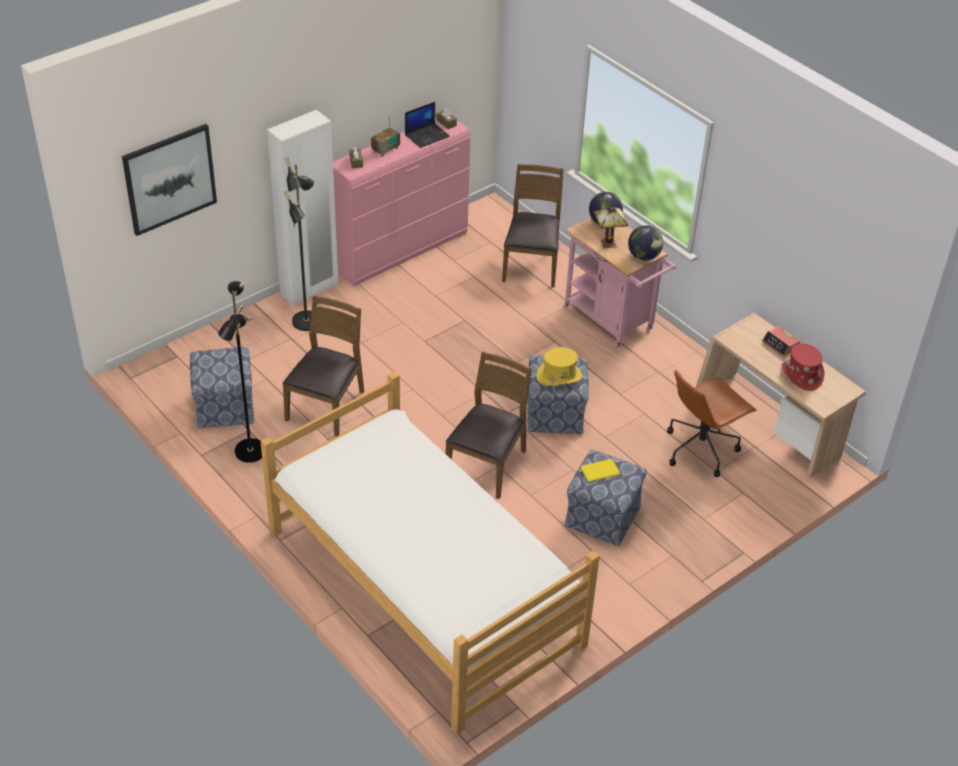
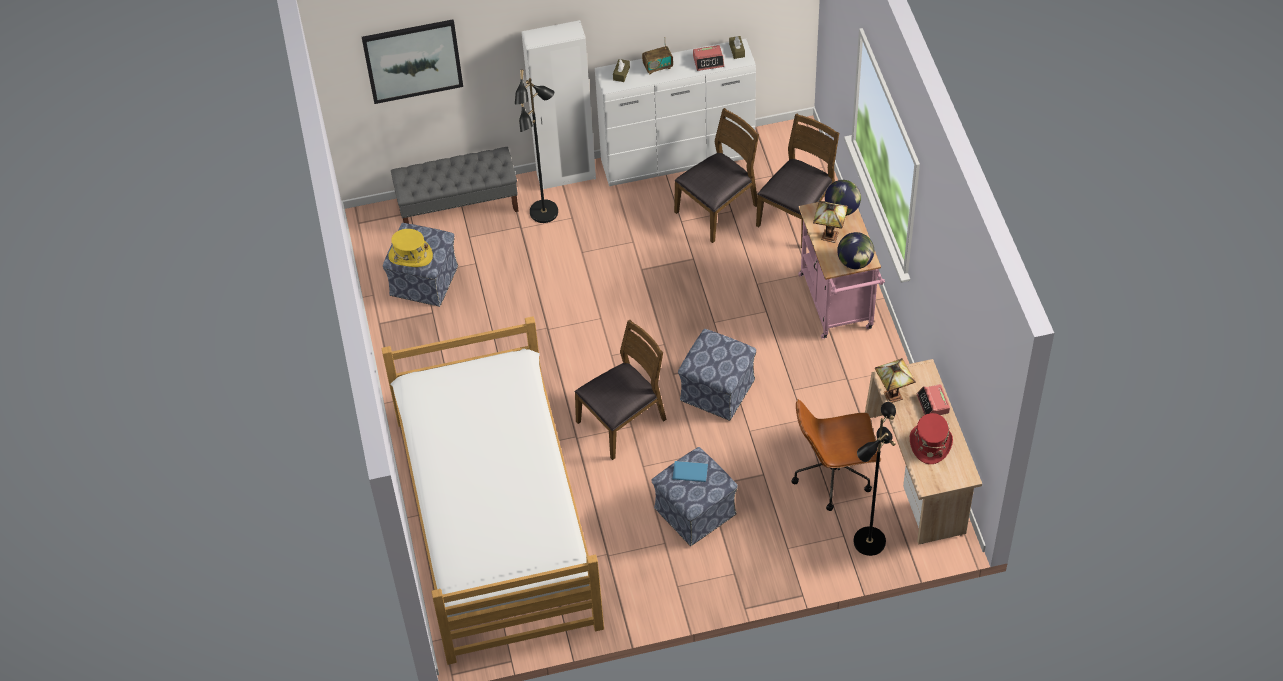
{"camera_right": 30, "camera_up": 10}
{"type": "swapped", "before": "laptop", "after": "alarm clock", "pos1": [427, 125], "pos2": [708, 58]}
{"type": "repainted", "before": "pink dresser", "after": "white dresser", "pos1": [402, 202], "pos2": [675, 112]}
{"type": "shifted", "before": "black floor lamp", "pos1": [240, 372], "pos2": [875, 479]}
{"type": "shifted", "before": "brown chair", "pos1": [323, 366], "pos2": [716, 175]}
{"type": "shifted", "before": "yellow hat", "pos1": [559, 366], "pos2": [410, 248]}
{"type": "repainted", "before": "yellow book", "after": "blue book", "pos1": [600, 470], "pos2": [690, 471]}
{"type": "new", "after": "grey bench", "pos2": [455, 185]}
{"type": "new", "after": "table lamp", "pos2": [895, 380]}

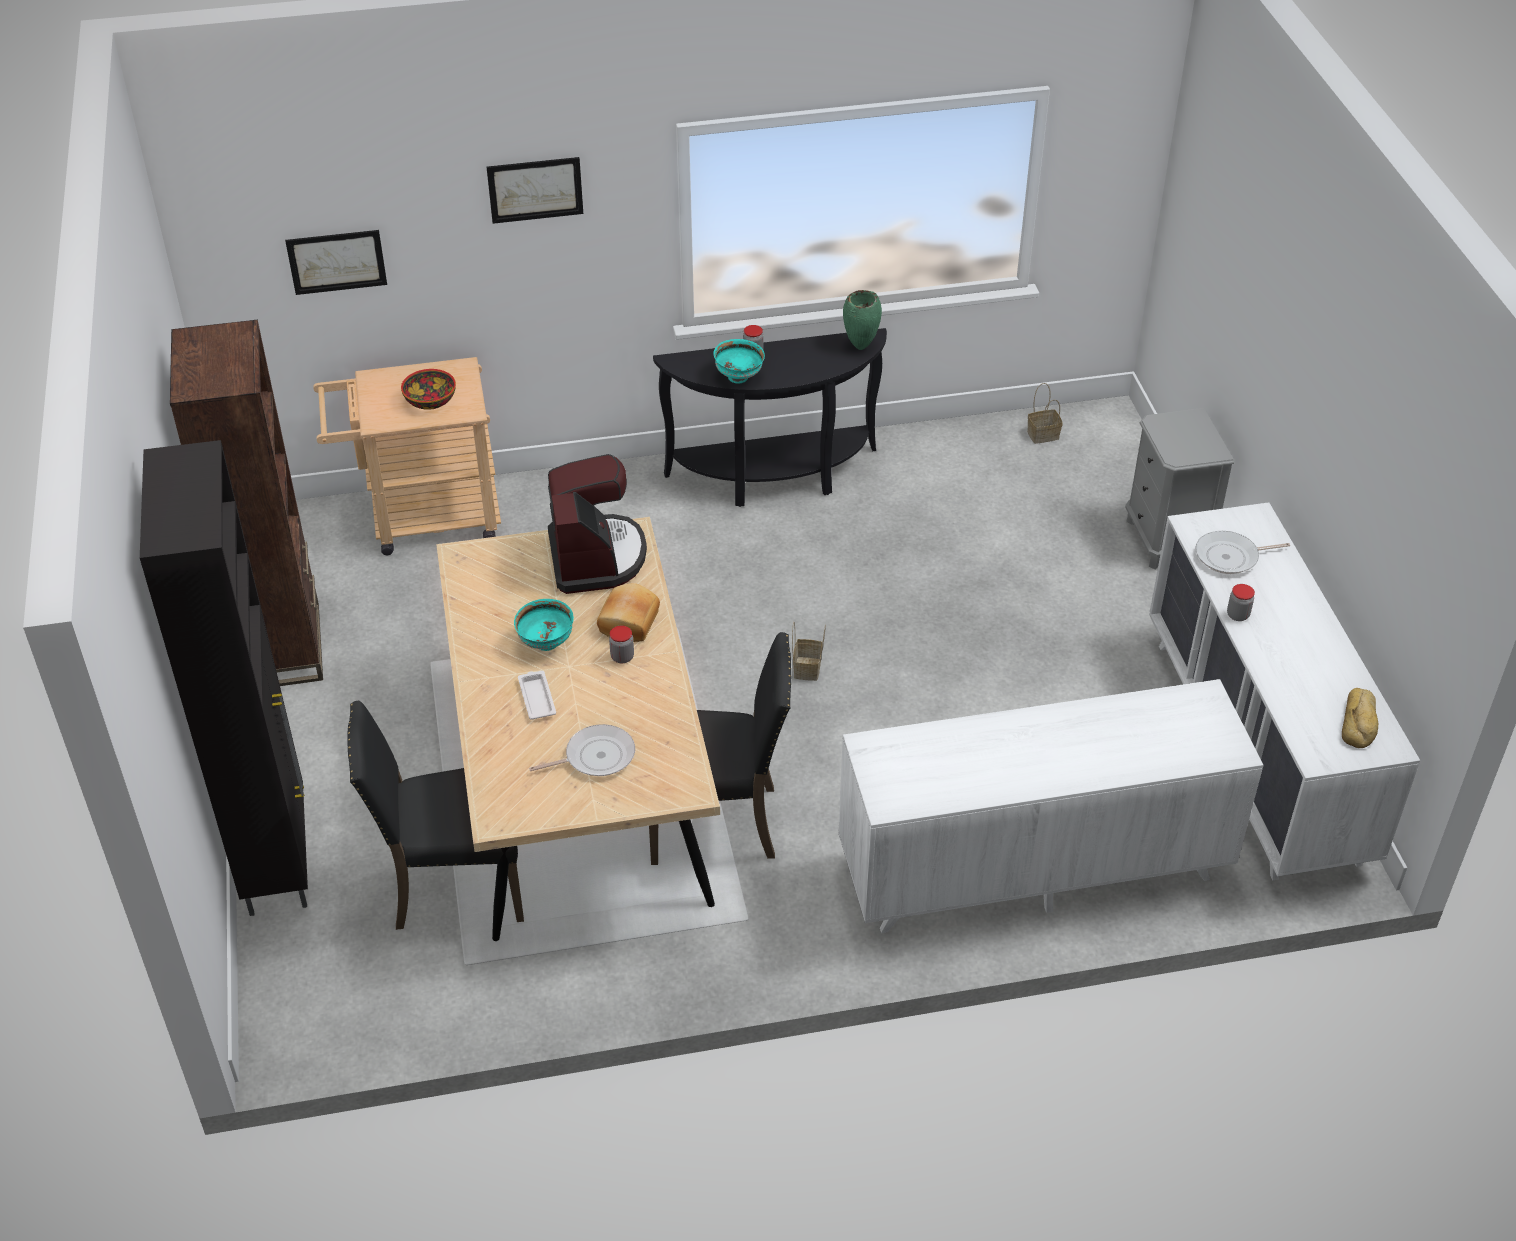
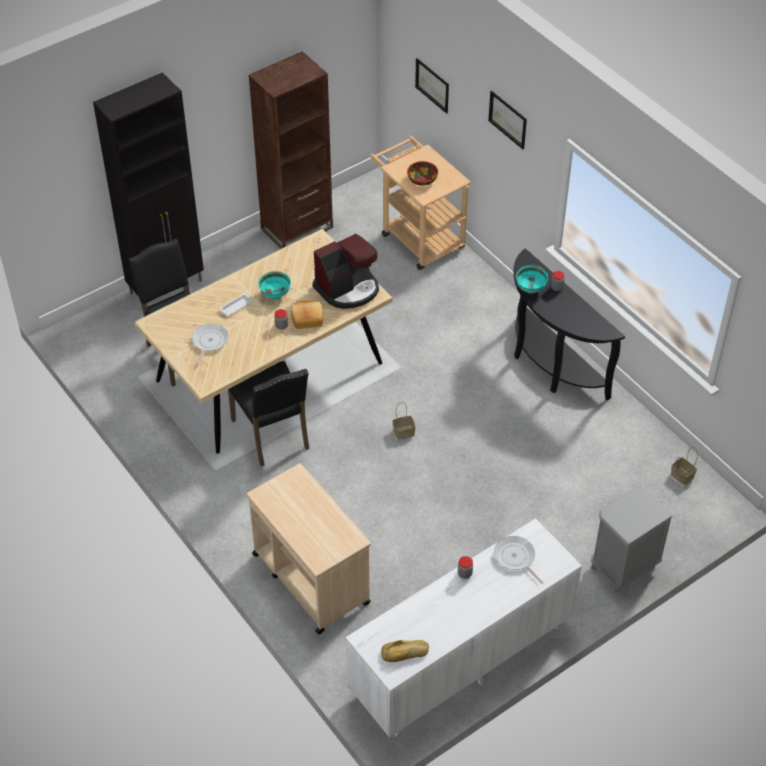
{"camera_right": 65, "camera_up": 5}
{"type": "gone", "before": "green vase", "pos1": [862, 320]}
{"type": "swapped", "before": "white dresser", "after": "beige cart", "pos1": [1051, 806], "pos2": [309, 548]}
{"type": "rotated", "before": "frying pan", "pos1": [582, 750], "pos2": [210, 345], "turn": -120}

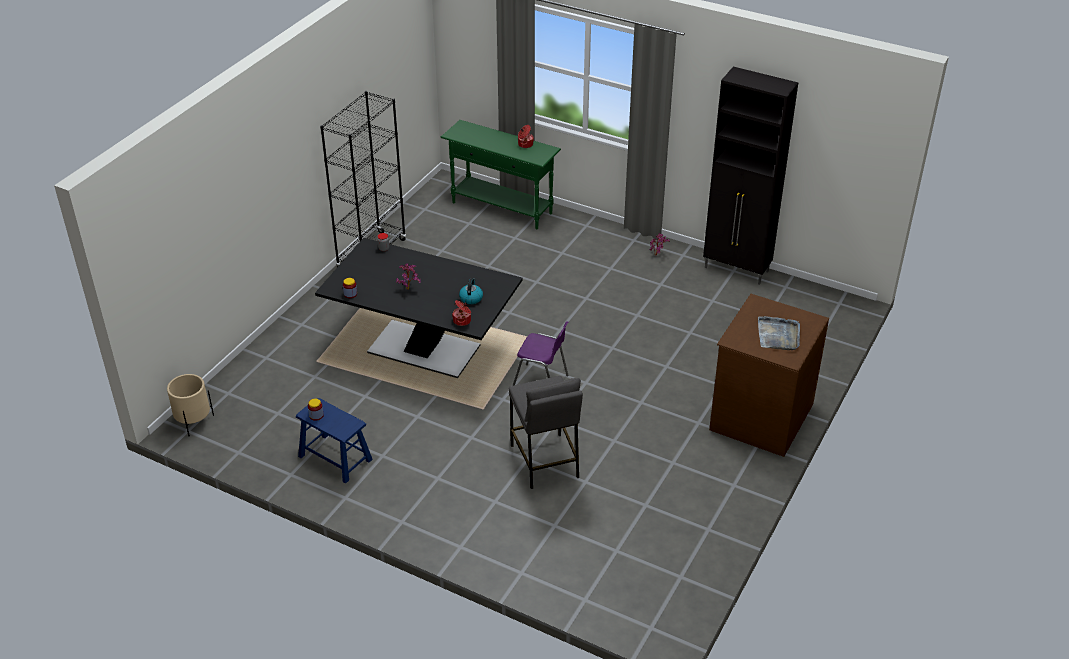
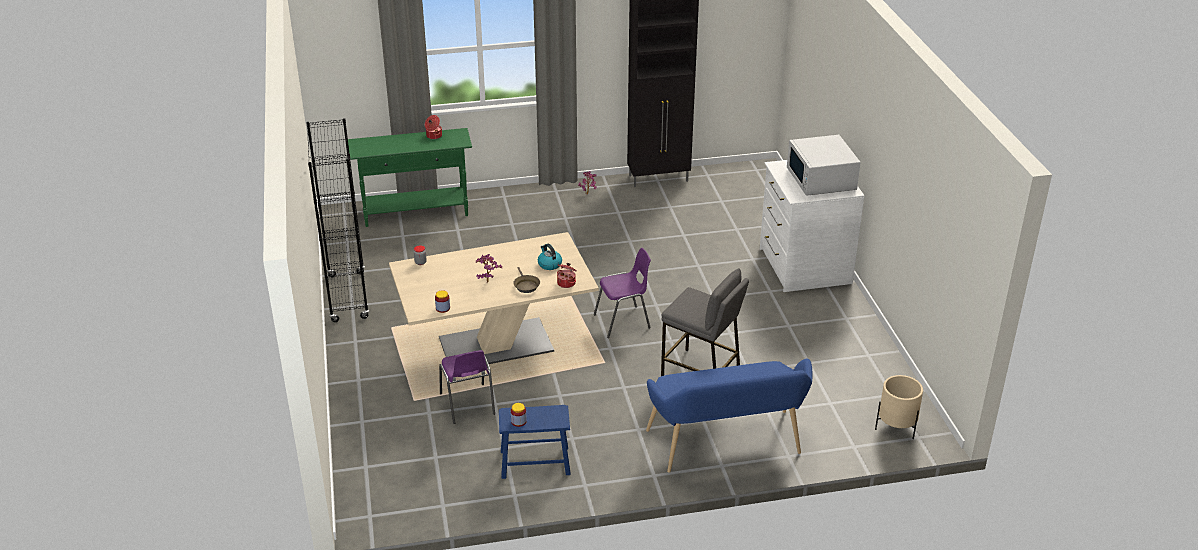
{"camera_right": -40, "camera_up": -5}
{"type": "repainted", "before": "black dining table", "after": "beige dining table", "pos1": [419, 308], "pos2": [494, 298]}
{"type": "repainted", "before": "brown dresser", "after": "white dresser", "pos1": [769, 375], "pos2": [812, 226]}
{"type": "swapped", "before": "grey tray", "after": "white microwave", "pos1": [779, 333], "pos2": [824, 165]}
{"type": "shifted", "before": "beige planter", "pos1": [190, 405], "pos2": [899, 407]}
{"type": "new", "after": "brown frying pan", "pos2": [526, 280]}
{"type": "new", "after": "purple chair", "pos2": [467, 387]}
{"type": "new", "after": "blue bench", "pos2": [729, 416]}

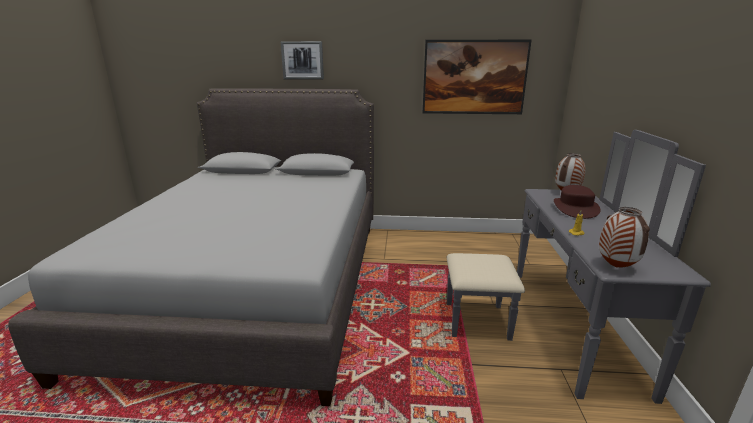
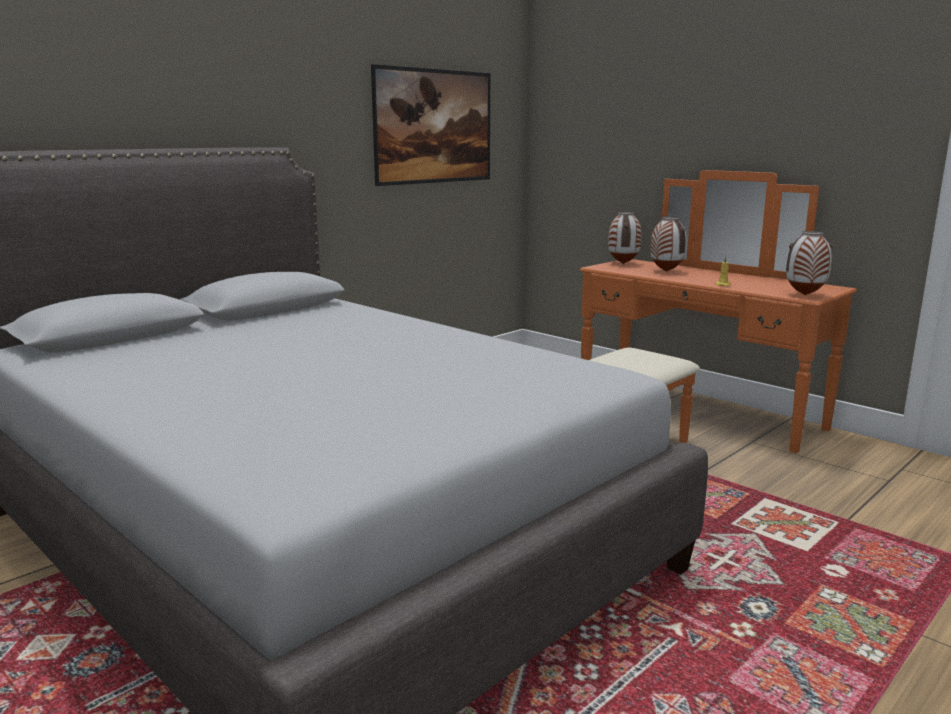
{"camera_right": -50, "camera_up": -5}
{"type": "gone", "before": "picture", "pos1": [302, 60]}
{"type": "repainted", "before": "grey dresser", "after": "orange dresser", "pos1": [579, 267], "pos2": [718, 311]}
{"type": "swapped", "before": "brown hat", "after": "vase", "pos1": [577, 202], "pos2": [668, 244]}

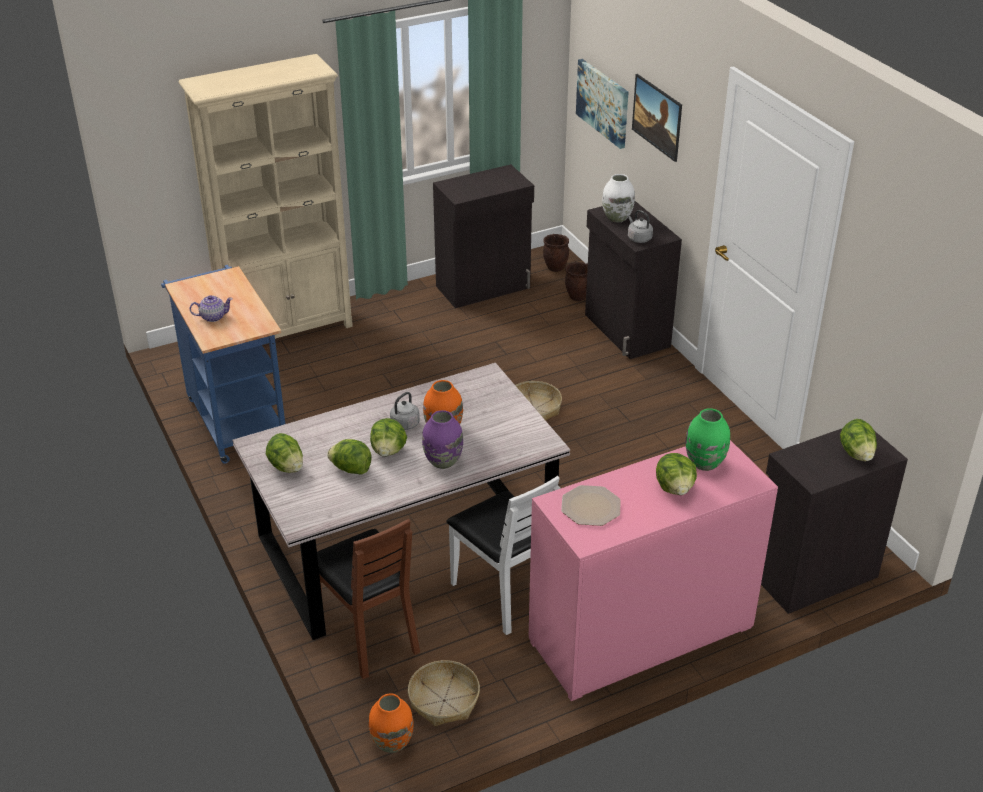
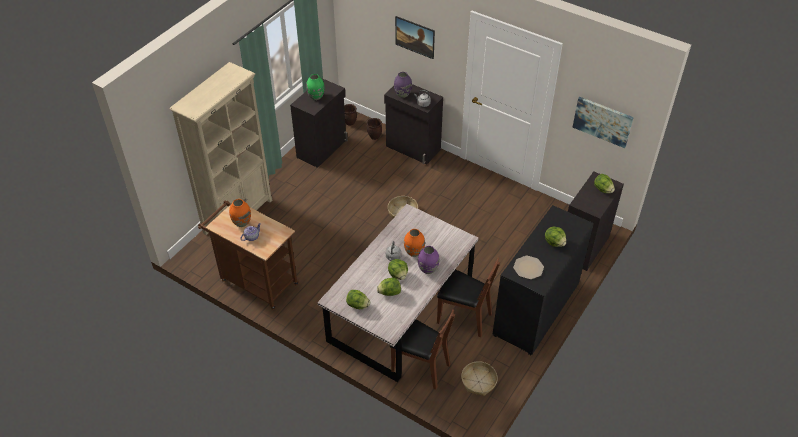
{"camera_right": -30, "camera_up": 10}
{"type": "shifted", "before": "picture", "pos1": [602, 104], "pos2": [603, 122]}
{"type": "repainted", "before": "white vase", "after": "purple vase", "pos1": [618, 198], "pos2": [403, 85]}
{"type": "repainted", "before": "blue cart", "after": "brown cart", "pos1": [223, 364], "pos2": [248, 255]}
{"type": "shifted", "before": "green vase", "pos1": [708, 439], "pos2": [315, 87]}
{"type": "repainted", "before": "pink dresser", "after": "black dresser", "pos1": [653, 570], "pos2": [543, 280]}
{"type": "repainted", "before": "white chair", "after": "brown chair", "pos1": [504, 555], "pos2": [468, 297]}
{"type": "shifted", "before": "orange vase", "pos1": [391, 723], "pos2": [240, 213]}

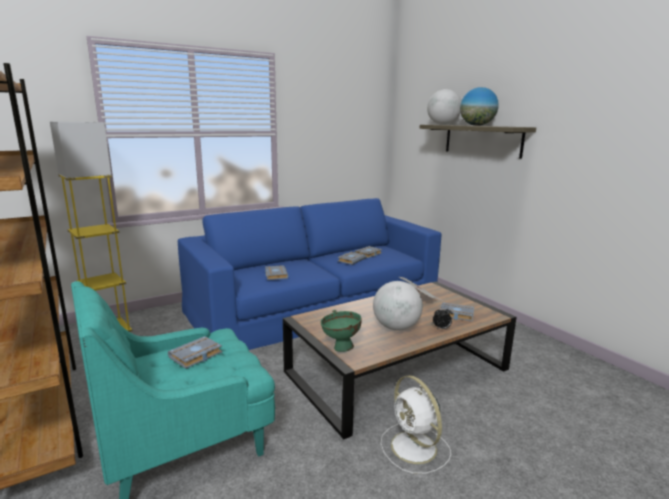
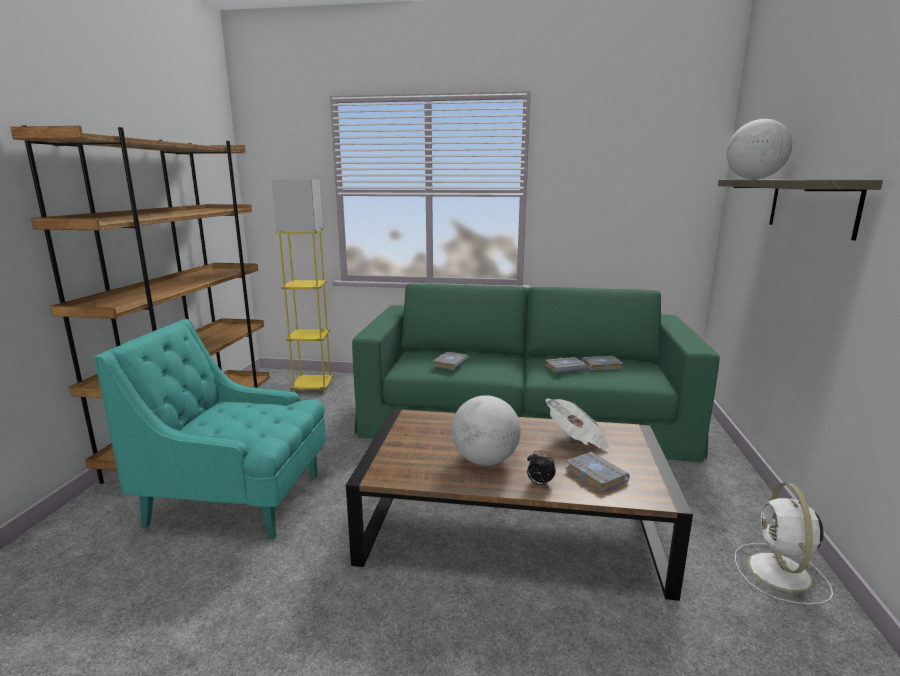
{"camera_right": 40, "camera_up": 0}
{"type": "gone", "before": "globe", "pos1": [479, 106]}
{"type": "repainted", "before": "blue sofa", "after": "green sofa", "pos1": [309, 274], "pos2": [536, 373]}
{"type": "gone", "before": "green bowl", "pos1": [341, 331]}
{"type": "gone", "before": "grey book", "pos1": [195, 352]}
{"type": "shifted", "before": "white fan", "pos1": [415, 424], "pos2": [784, 544]}

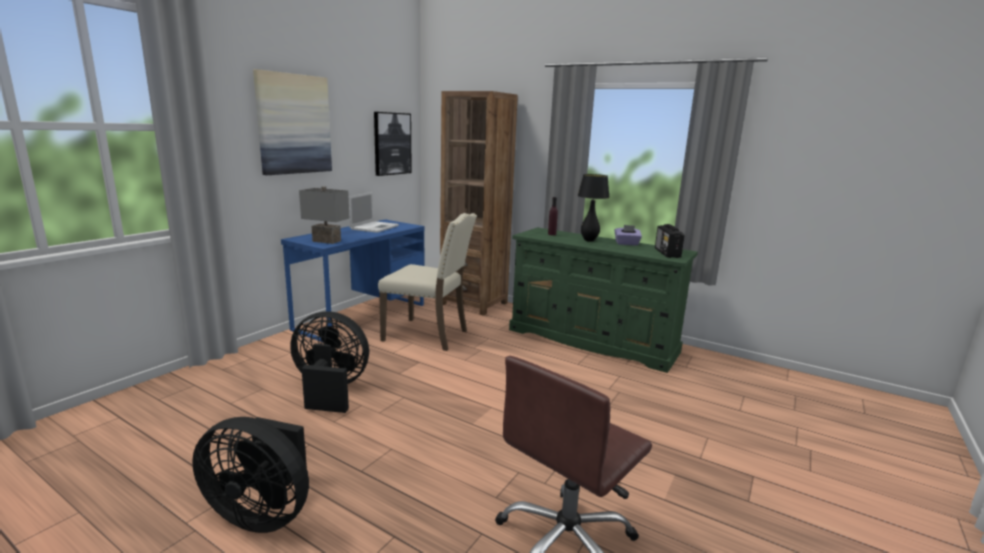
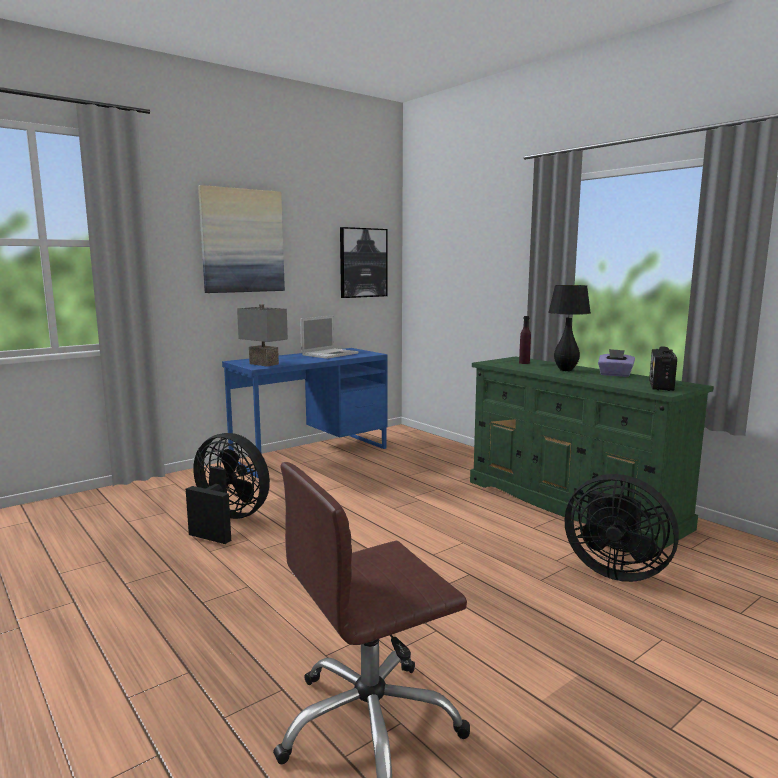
{"camera_right": 20, "camera_up": -5}
{"type": "gone", "before": "brown bookcase", "pos1": [479, 203]}
{"type": "gone", "before": "beige chair", "pos1": [427, 282]}
{"type": "shifted", "before": "black fan", "pos1": [250, 475], "pos2": [622, 528]}

